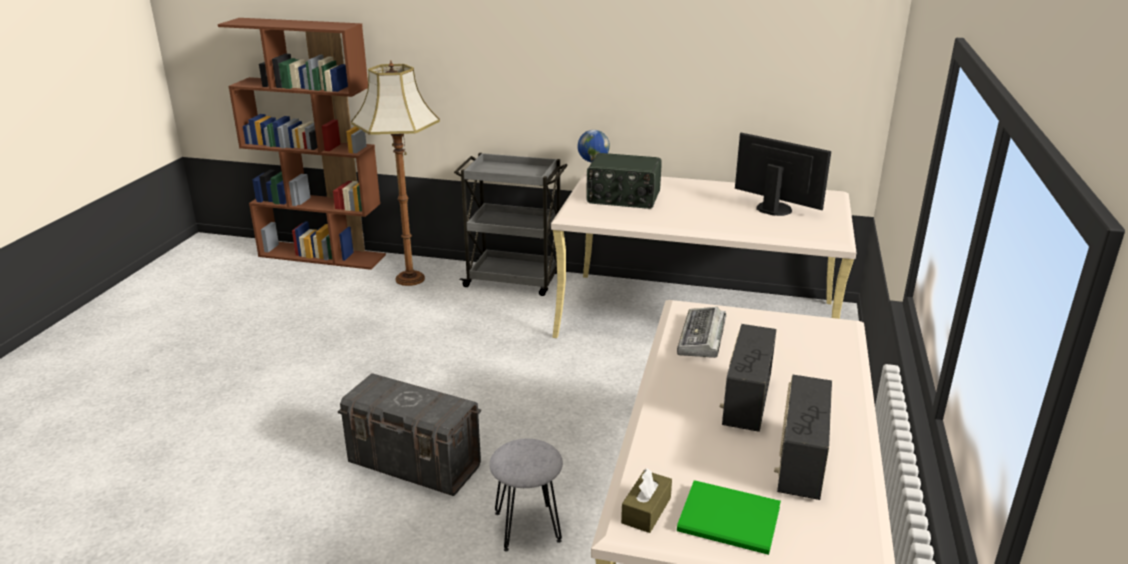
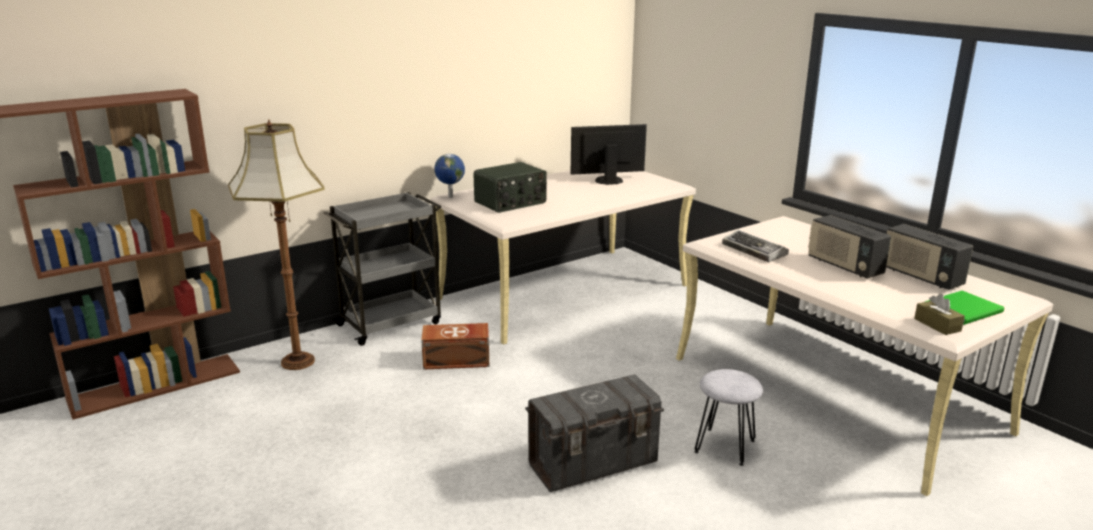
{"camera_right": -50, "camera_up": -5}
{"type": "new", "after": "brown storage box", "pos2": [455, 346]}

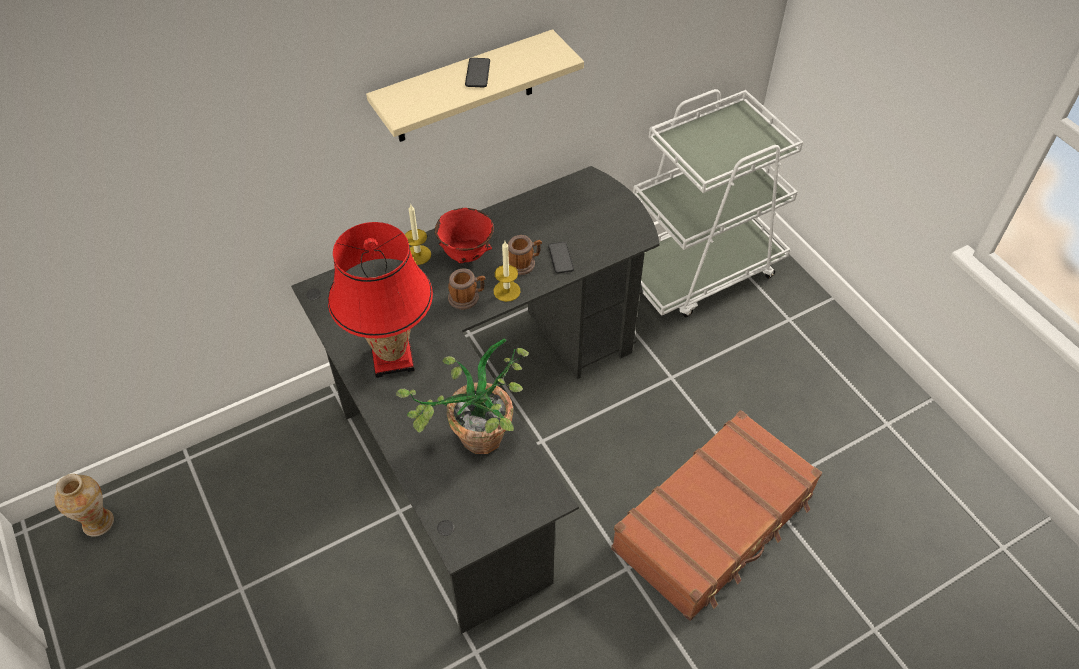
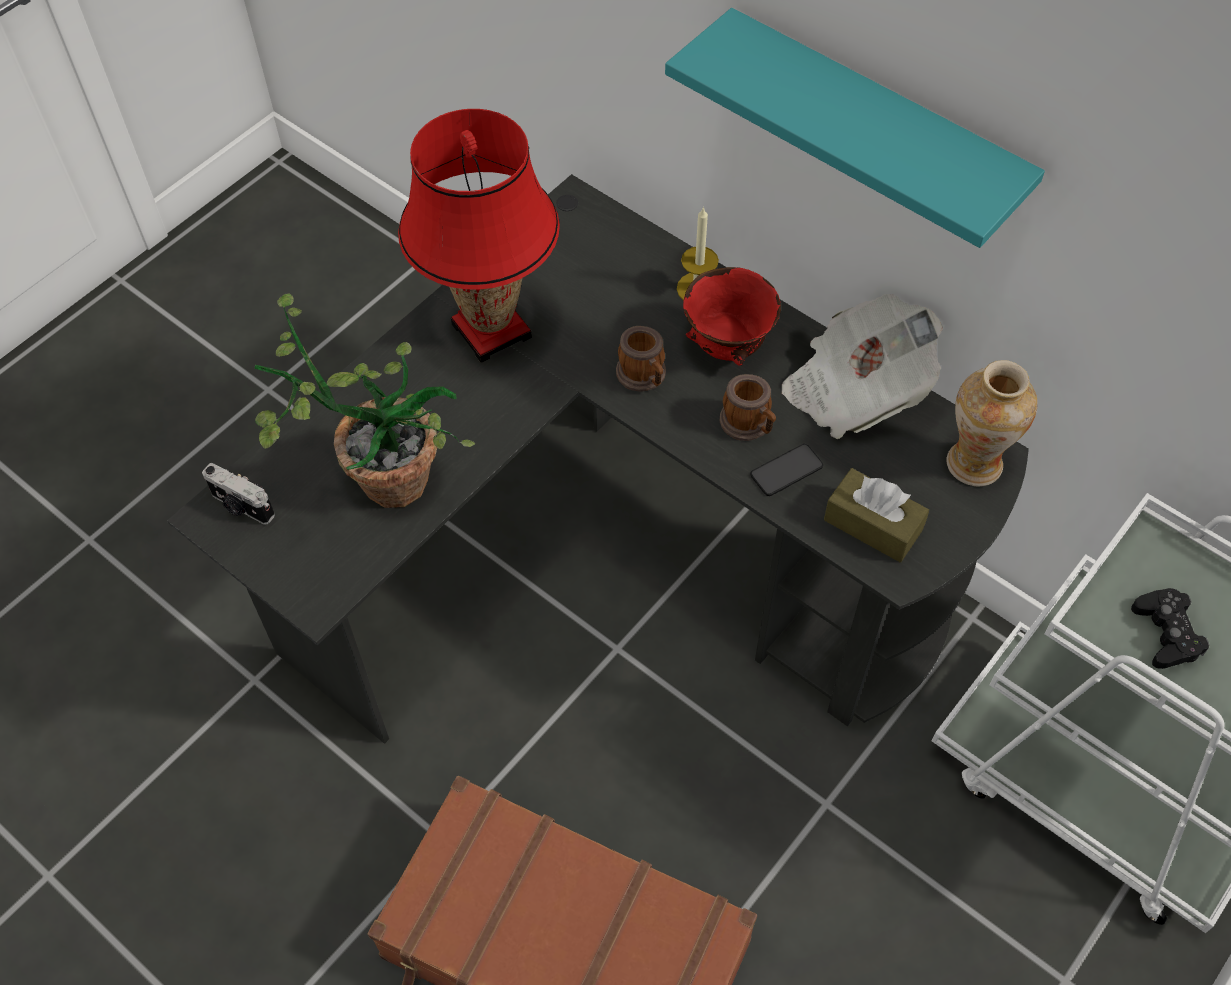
{"camera_right": 70, "camera_up": 5}
{"type": "repainted", "before": "beige shelf", "after": "turquoise shelf", "pos1": [475, 85], "pos2": [855, 128]}
{"type": "gone", "before": "phone", "pos1": [477, 72]}
{"type": "gone", "before": "candle", "pos1": [507, 271]}
{"type": "shifted", "before": "vase", "pos1": [84, 505], "pos2": [992, 423]}
{"type": "new", "after": "newspaper", "pos2": [862, 366]}
{"type": "new", "after": "photo camera", "pos2": [238, 494]}
{"type": "new", "after": "brown tissue box", "pos2": [876, 515]}
{"type": "new", "after": "black game controller", "pos2": [1170, 628]}

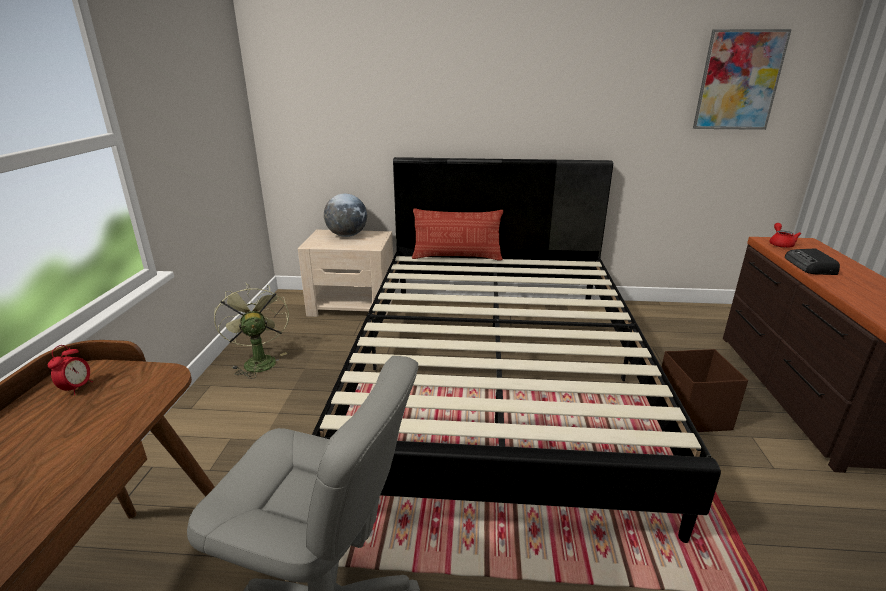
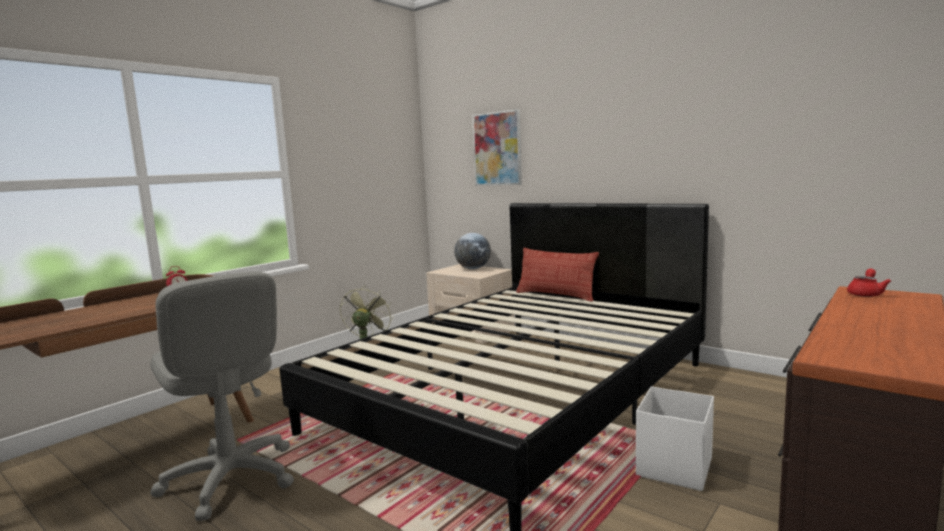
{"camera_right": 35, "camera_up": -15}
{"type": "shifted", "before": "picture", "pos1": [742, 79], "pos2": [497, 147]}
{"type": "gone", "before": "radio", "pos1": [812, 262]}
{"type": "repainted", "before": "brown storage box", "after": "white storage box", "pos1": [705, 390], "pos2": [675, 438]}

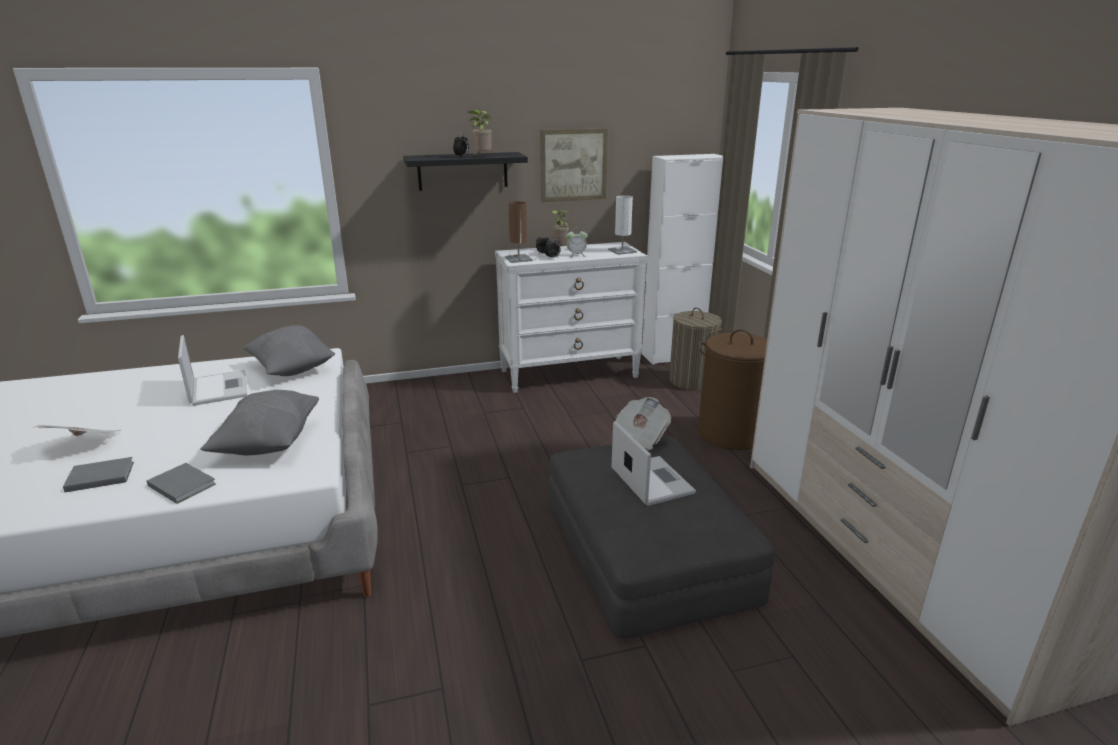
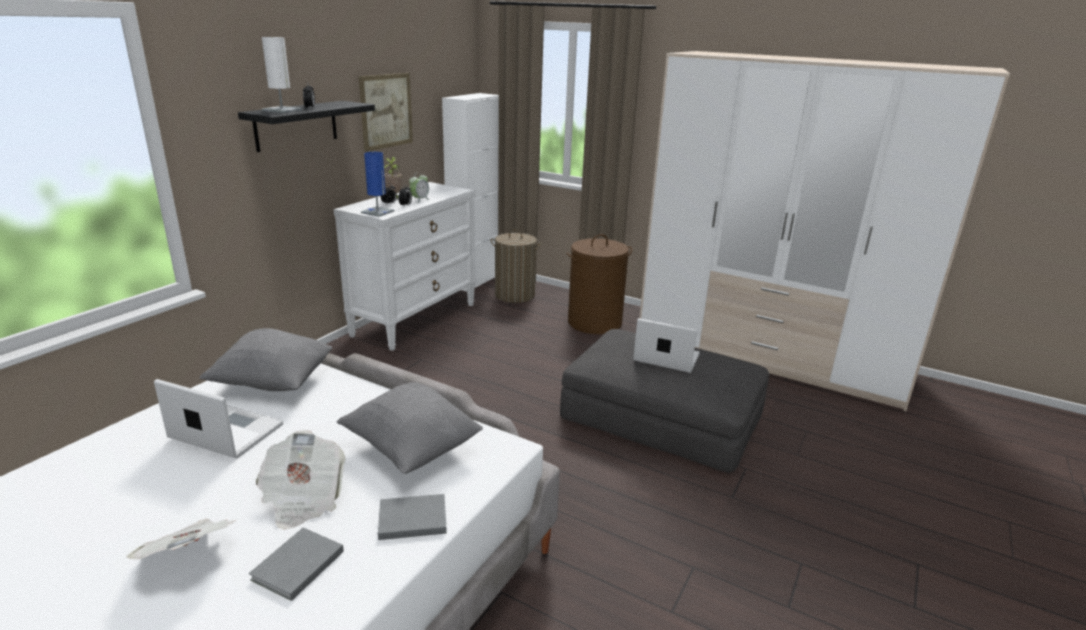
{"camera_right": -45, "camera_up": 0}
{"type": "gone", "before": "potted plant", "pos1": [480, 133]}
{"type": "shifted", "before": "white table lamp", "pos1": [622, 225], "pos2": [281, 75]}
{"type": "repainted", "before": "brown table lamp", "after": "blue table lamp", "pos1": [519, 232], "pos2": [377, 184]}
{"type": "shifted", "before": "newspaper", "pos1": [643, 423], "pos2": [301, 480]}

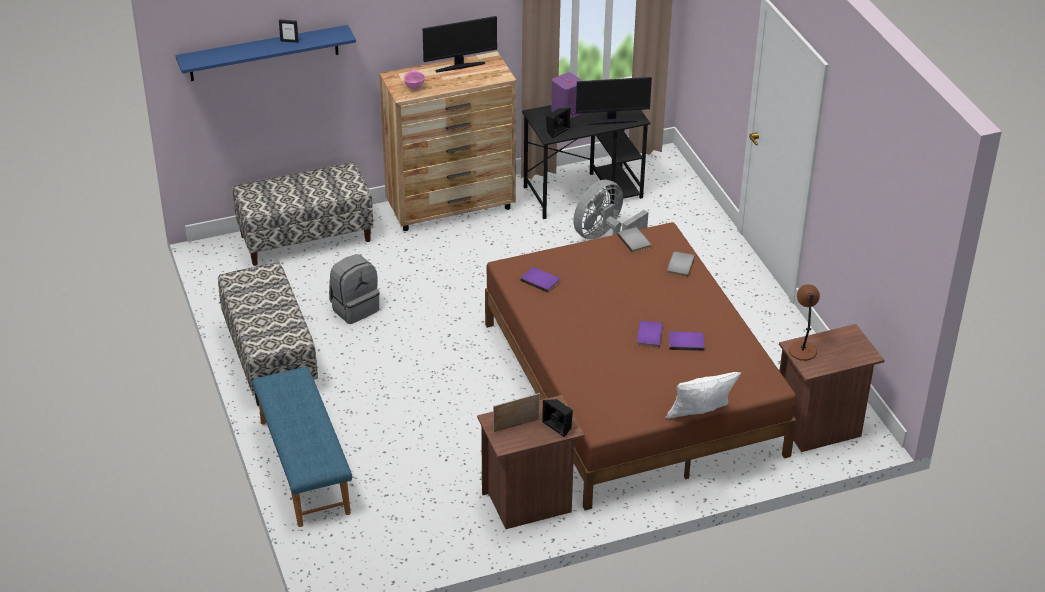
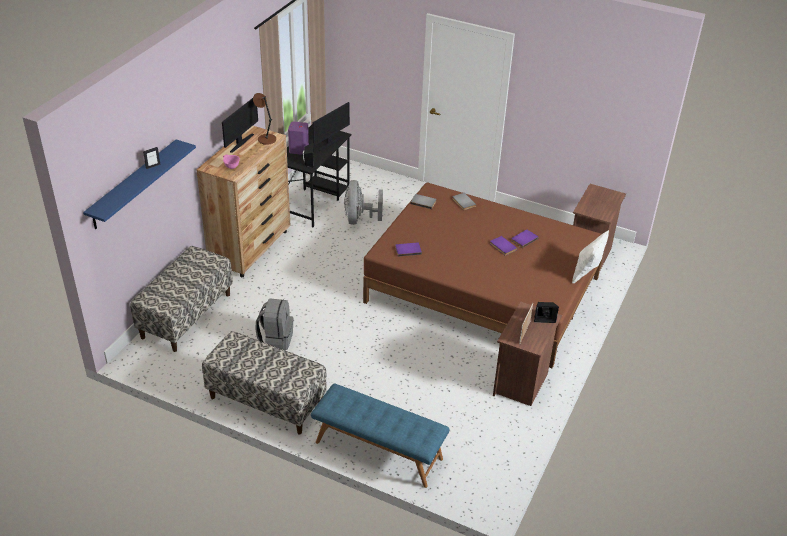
{"camera_right": -45, "camera_up": 0}
{"type": "shifted", "before": "brown table lamp", "pos1": [804, 322], "pos2": [264, 119]}

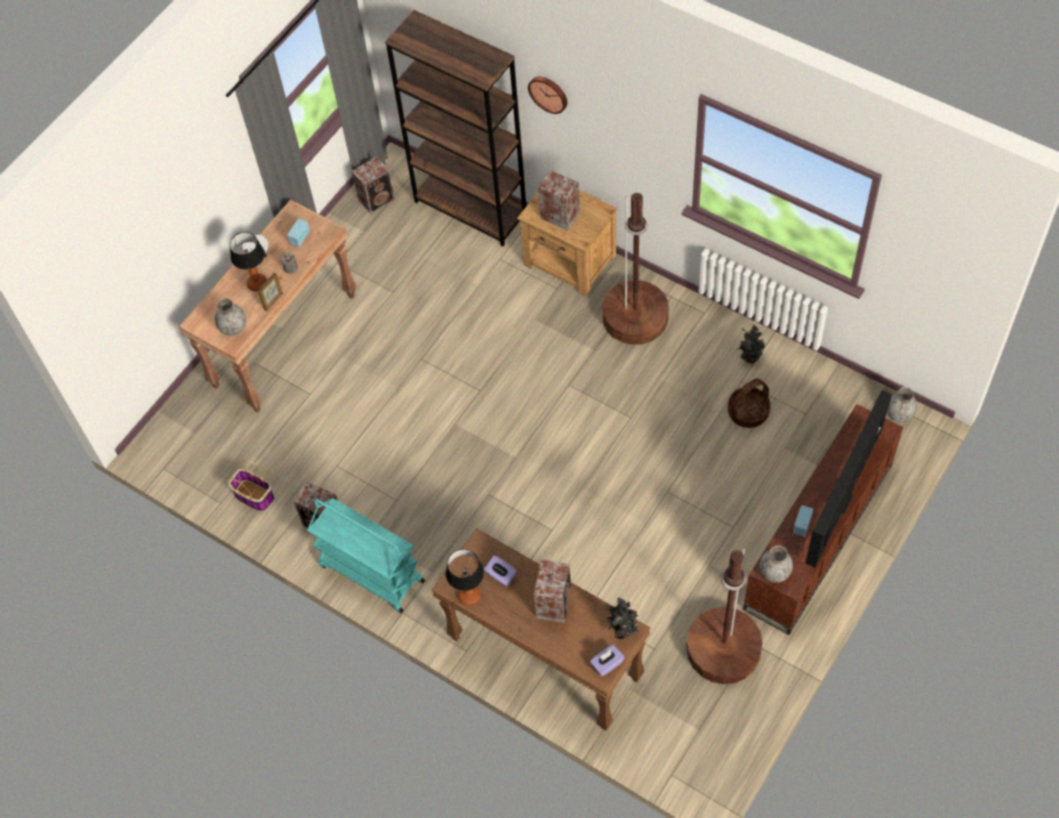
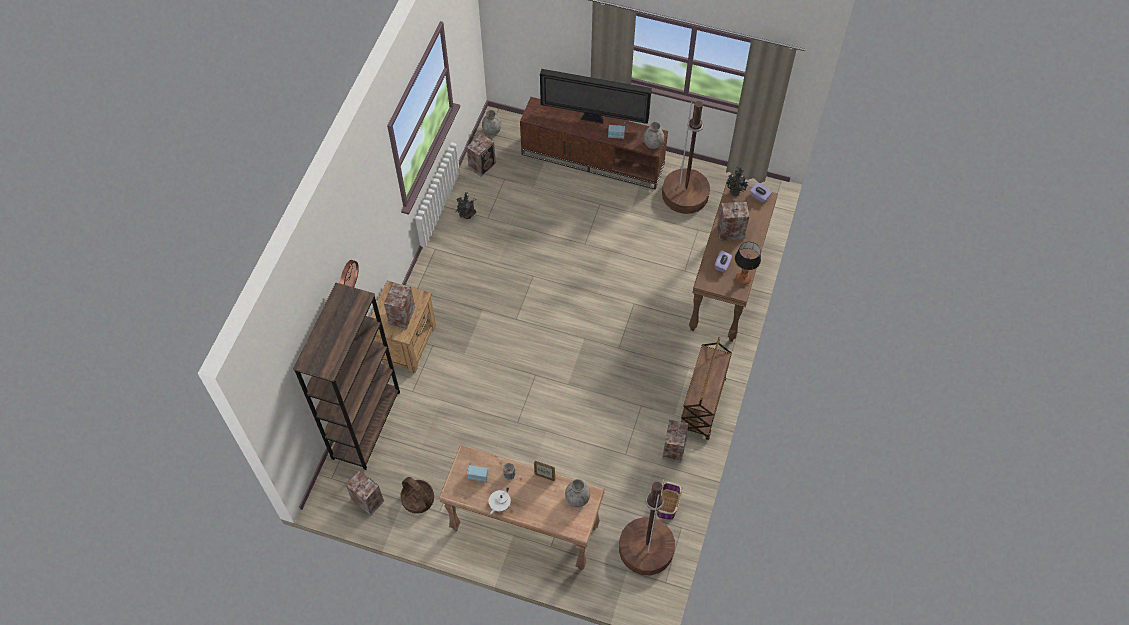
{"camera_right": -110, "camera_up": 0}
{"type": "shifted", "before": "brown floor lamp", "pos1": [636, 269], "pos2": [647, 528]}
{"type": "gone", "before": "table lamp", "pos1": [248, 261]}
{"type": "shifted", "before": "basket", "pos1": [749, 403], "pos2": [417, 495]}
{"type": "repainted", "before": "turquoise cart", "after": "brown cart", "pos1": [366, 555], "pos2": [706, 388]}
{"type": "new", "after": "speaker", "pos2": [481, 155]}

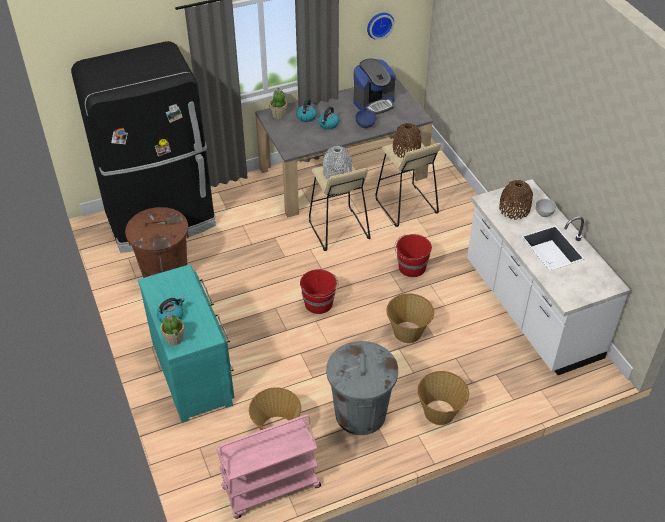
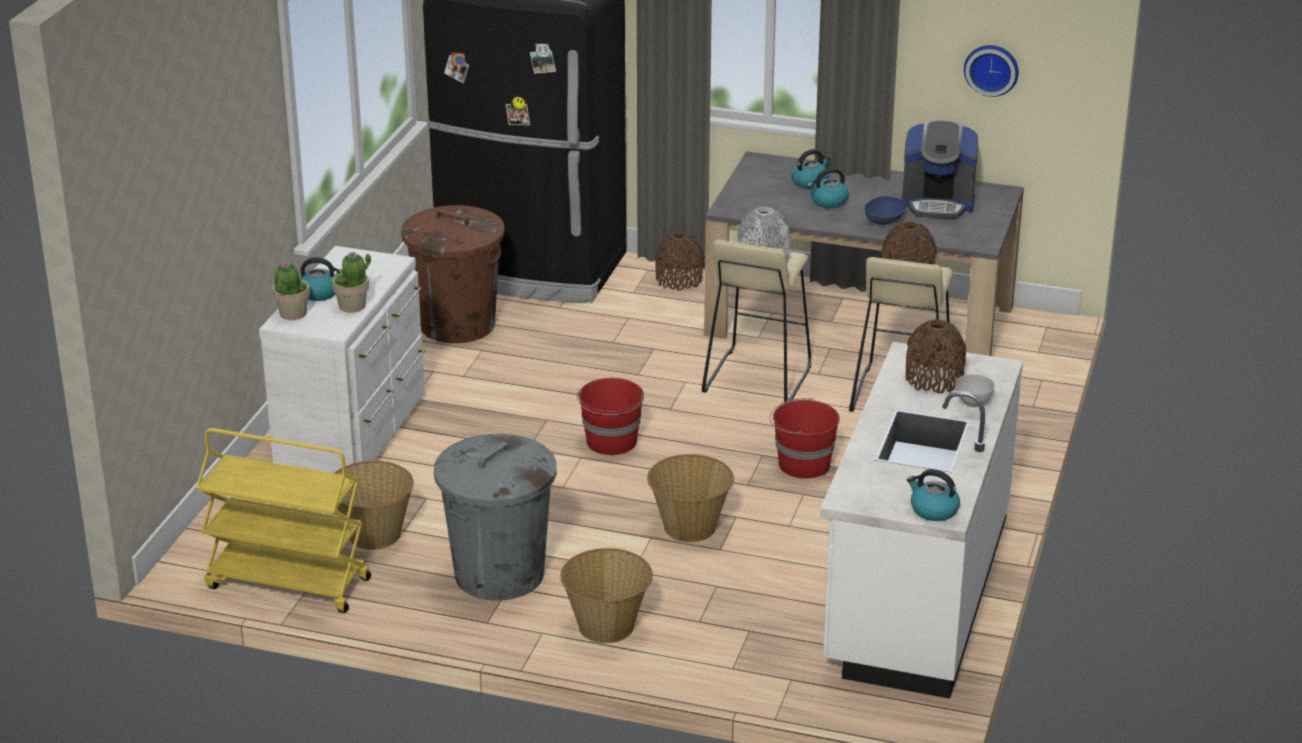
{"camera_right": 40, "camera_up": -15}
{"type": "shifted", "before": "potted plant", "pos1": [278, 103], "pos2": [351, 282]}
{"type": "repainted", "before": "turquoise dresser", "after": "white dresser", "pos1": [186, 343], "pos2": [342, 359]}
{"type": "repainted", "before": "pink cart", "after": "yellow cart", "pos1": [268, 467], "pos2": [283, 520]}
{"type": "new", "after": "brown vase", "pos2": [679, 261]}
{"type": "new", "after": "kettle", "pos2": [933, 495]}

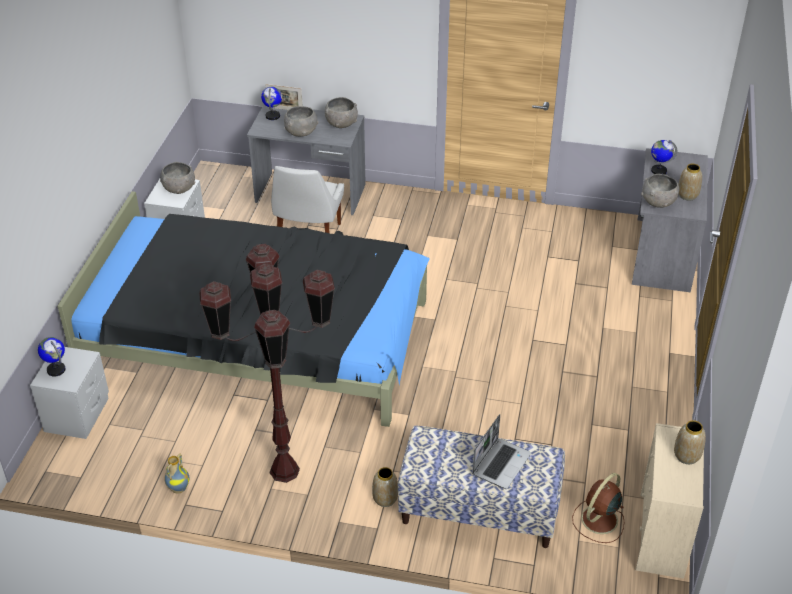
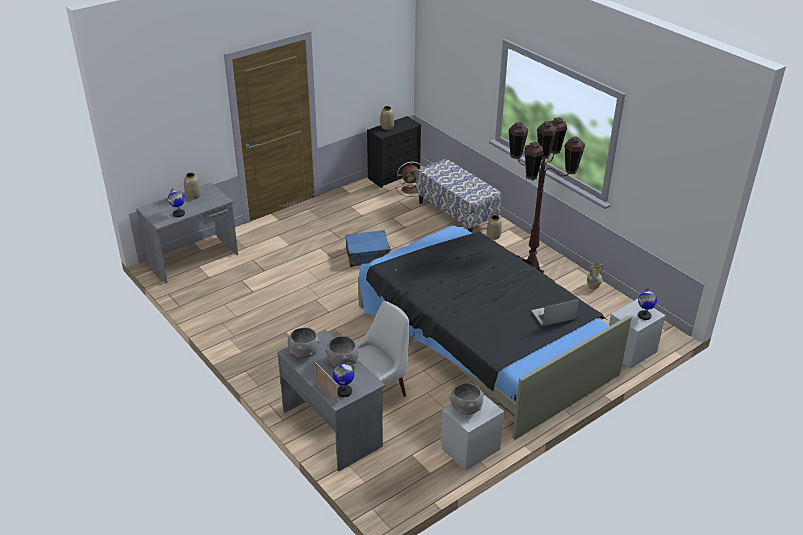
{"camera_right": -140, "camera_up": -5}
{"type": "gone", "before": "grey bowl", "pos1": [660, 191]}
{"type": "shifted", "before": "laptop", "pos1": [501, 451], "pos2": [555, 312]}
{"type": "repainted", "before": "beige dresser", "after": "black dresser", "pos1": [670, 501], "pos2": [394, 152]}
{"type": "new", "after": "blue suitcase", "pos2": [368, 248]}

